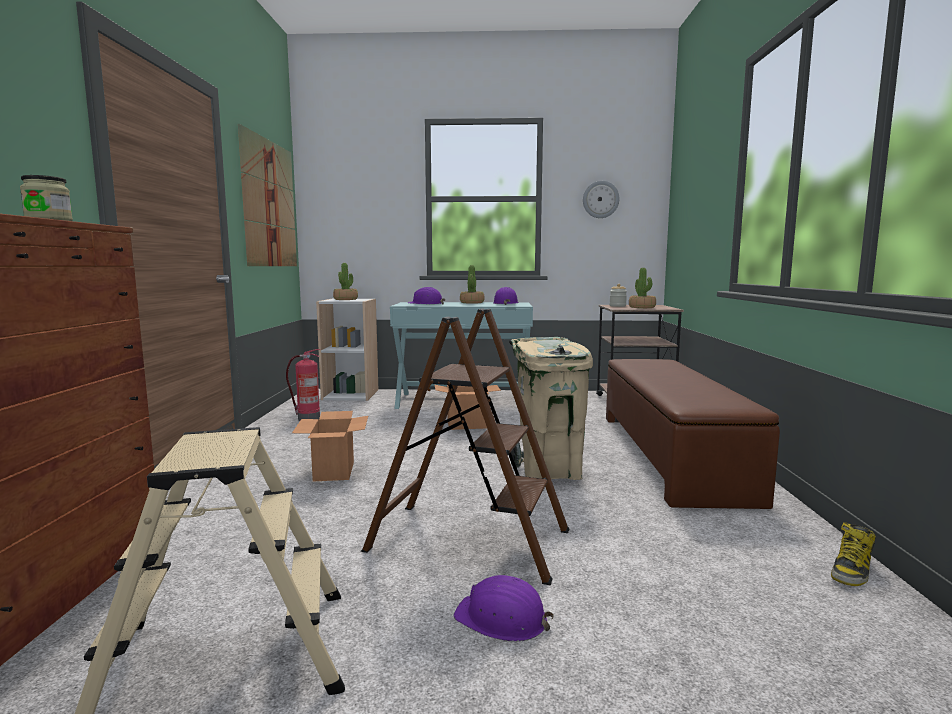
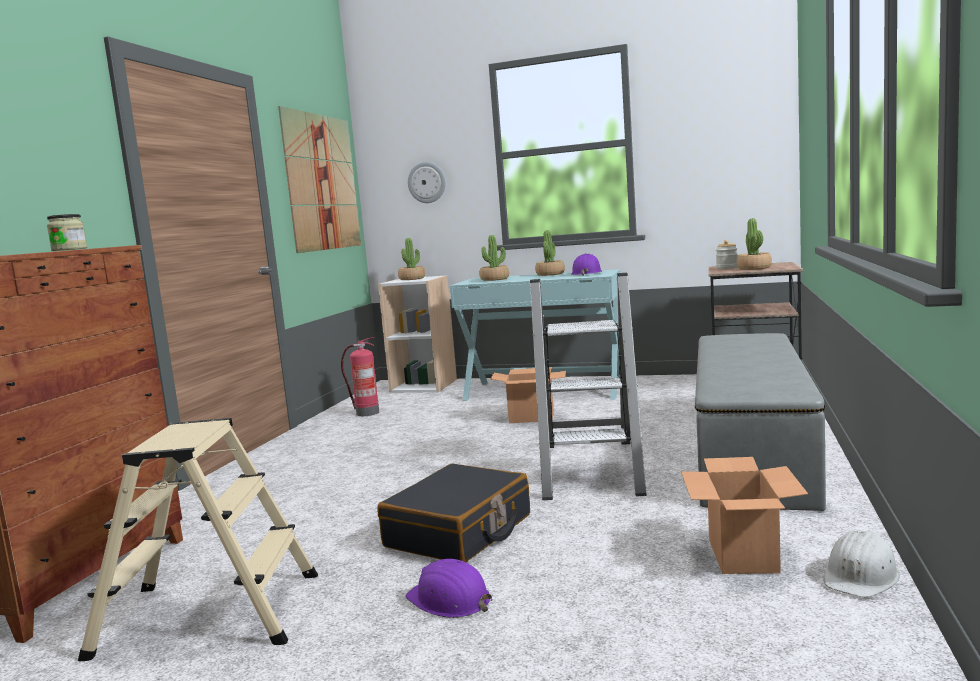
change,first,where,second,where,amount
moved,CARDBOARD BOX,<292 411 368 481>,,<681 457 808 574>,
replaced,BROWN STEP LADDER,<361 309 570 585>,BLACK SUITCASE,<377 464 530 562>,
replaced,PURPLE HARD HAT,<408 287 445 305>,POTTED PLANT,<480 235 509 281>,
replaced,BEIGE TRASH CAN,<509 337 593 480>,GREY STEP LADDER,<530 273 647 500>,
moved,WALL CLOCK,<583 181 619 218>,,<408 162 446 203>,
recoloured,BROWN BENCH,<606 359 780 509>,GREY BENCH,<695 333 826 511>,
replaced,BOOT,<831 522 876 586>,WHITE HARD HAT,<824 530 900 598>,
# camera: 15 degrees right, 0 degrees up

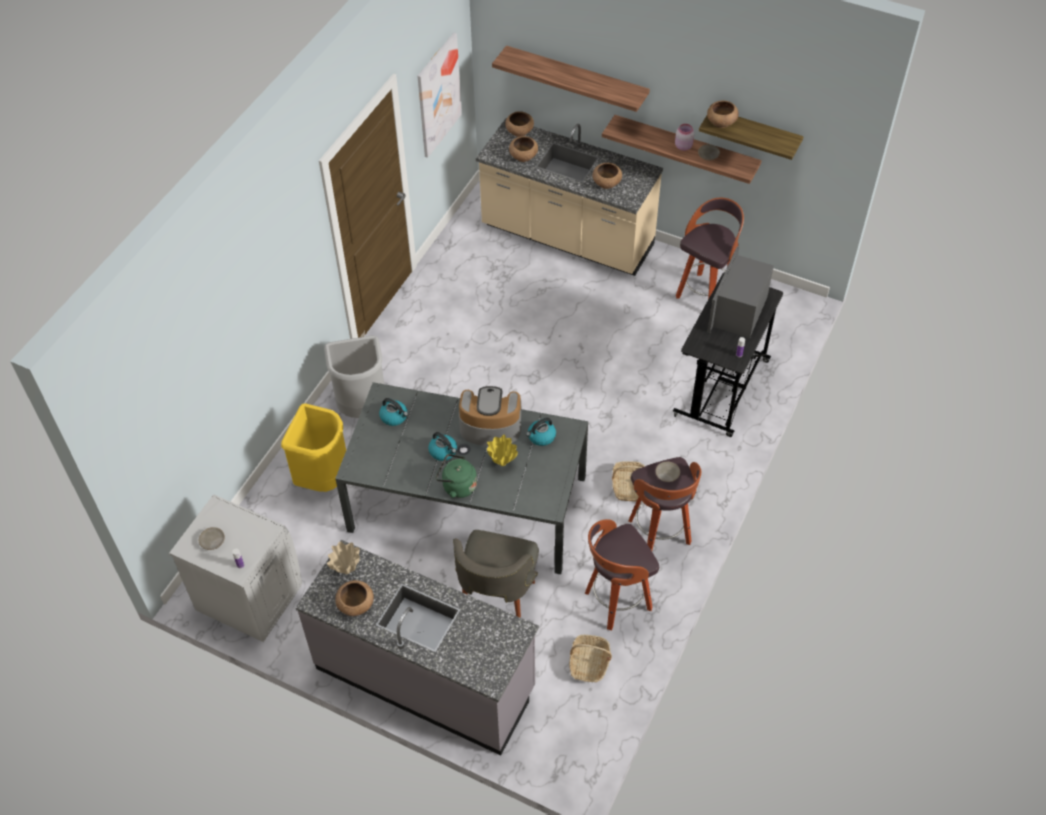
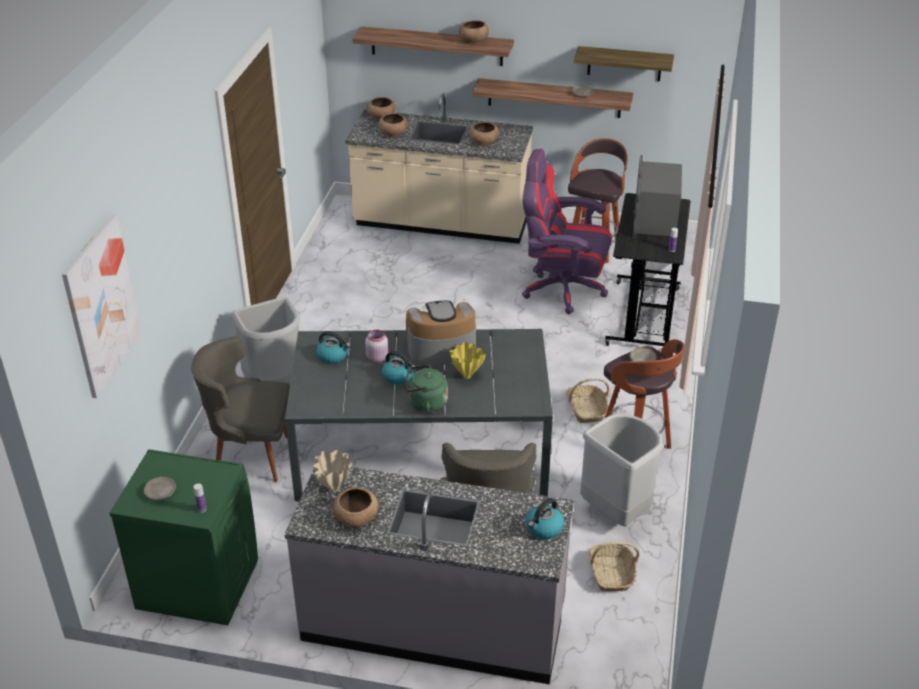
change,first,where,second,where,amount
recoloured,WHITE WASHING MACHINE,<169 494 302 642>,GREEN WASHING MACHINE,<109 449 258 625>,
replaced,YELLOW TRASH CAN,<281 403 346 492>,GREY CHAIR,<191 336 290 482>,
moved,PICTURE,<417 33 462 158>,,<62 215 142 398>,
moved,KETTLE,<526 418 556 446>,,<526 498 564 539>,
replaced,STOOL,<585 519 659 630>,GREY TRASH CAN,<580 414 663 527>,
moved,PINK JAR,<675 124 694 151>,,<365 330 388 363>,
moved,BROWN BOWL,<707 100 739 128>,,<459 20 489 45>,
added,,,PURPLE OFFICE CHAIR,<522 149 612 314>,
# camera: 15 degrees left, 15 degrees down

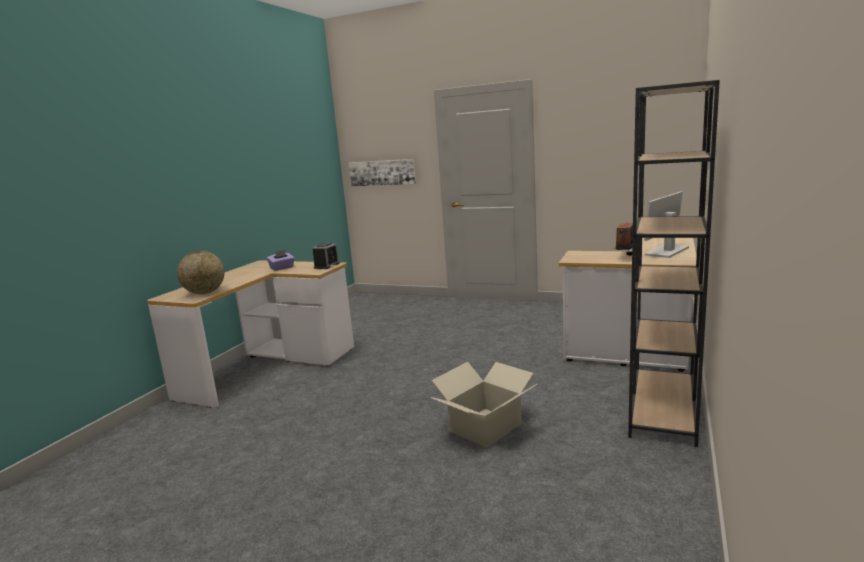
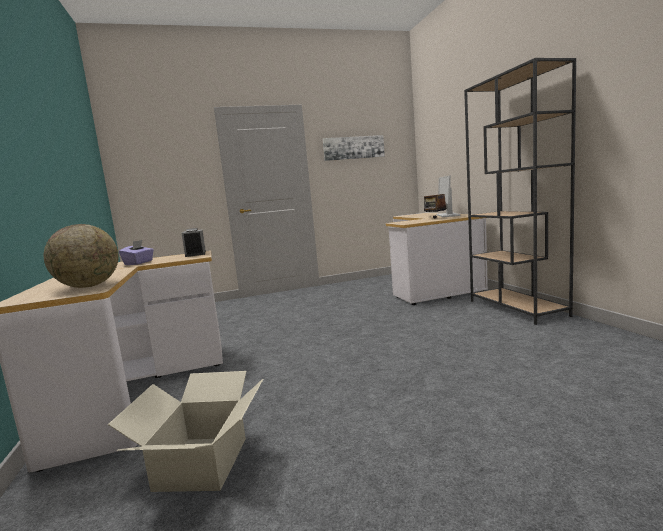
change,first,where,second,where,amount
moved,PICTURE,<349 159 416 186>,,<323 135 385 161>,
moved,CARDBOARD BOX,<430 362 537 448>,,<108 371 263 492>,
# camera: 40 degrees left, 5 degrees down

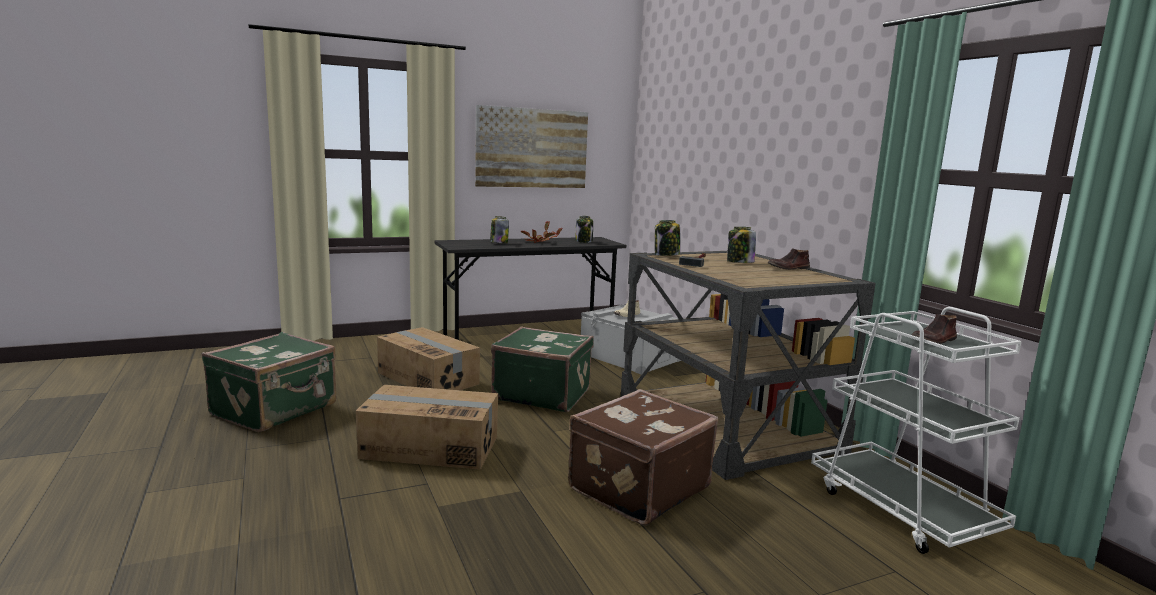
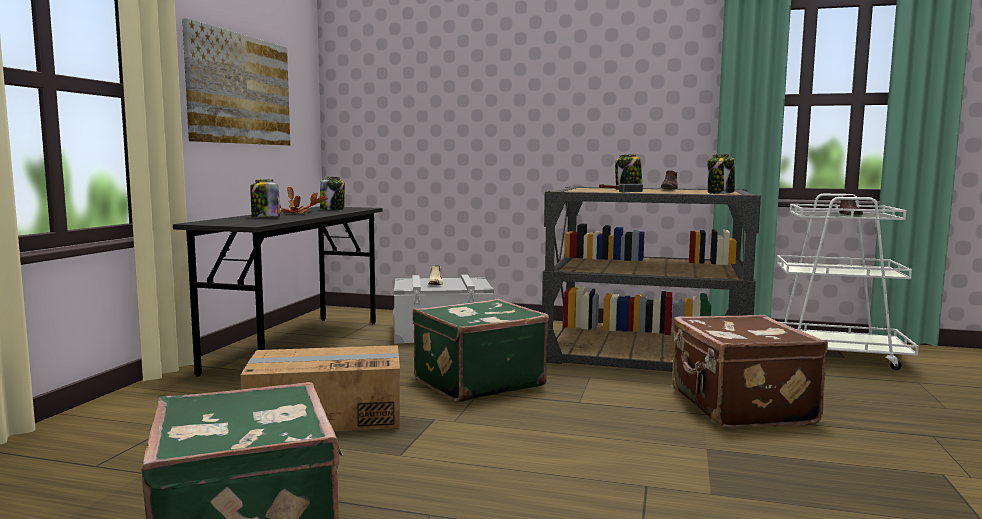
change,first,where,second,where,amount
removed,CARDBOARD BOX,<356 385 498 470>,,,
moved,JAR,<655 220 681 256>,,<707 154 735 194>,
# camera: 50 degrees left, 5 degrees down

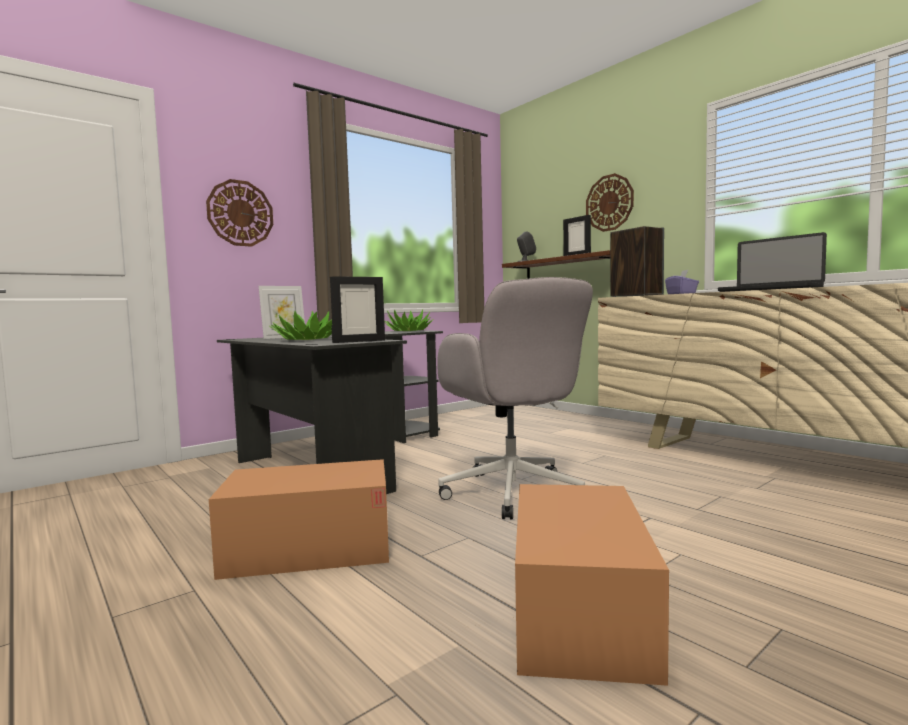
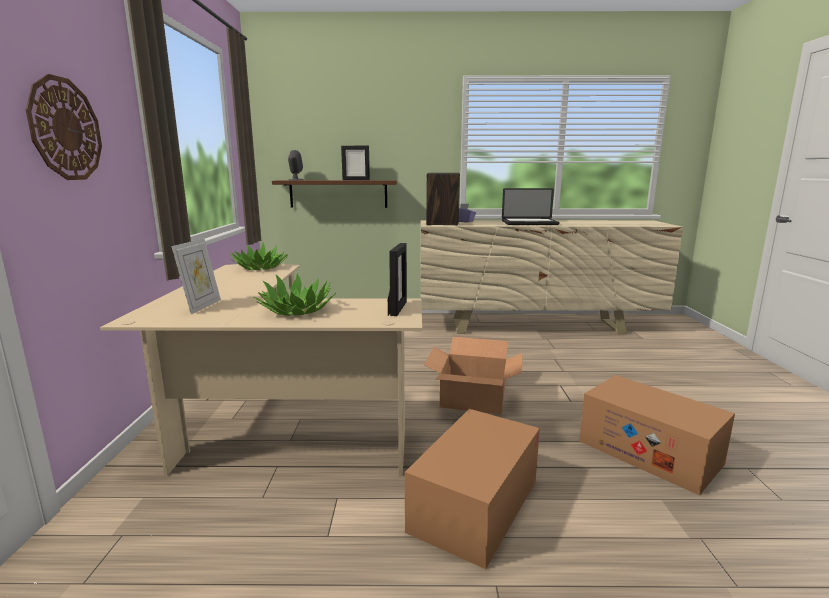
change,first,where,second,where,amount
recoloured,BLACK DESK,<217 330 443 494>,BEIGE DESK,<100 264 422 476>,
replaced,GREY OFFICE CHAIR,<437 277 593 520>,CARDBOARD BOX,<424 337 523 414>,
removed,WALL CLOCK,<586 173 634 232>,,,
# camera: 50 degrees left, 10 degrees up

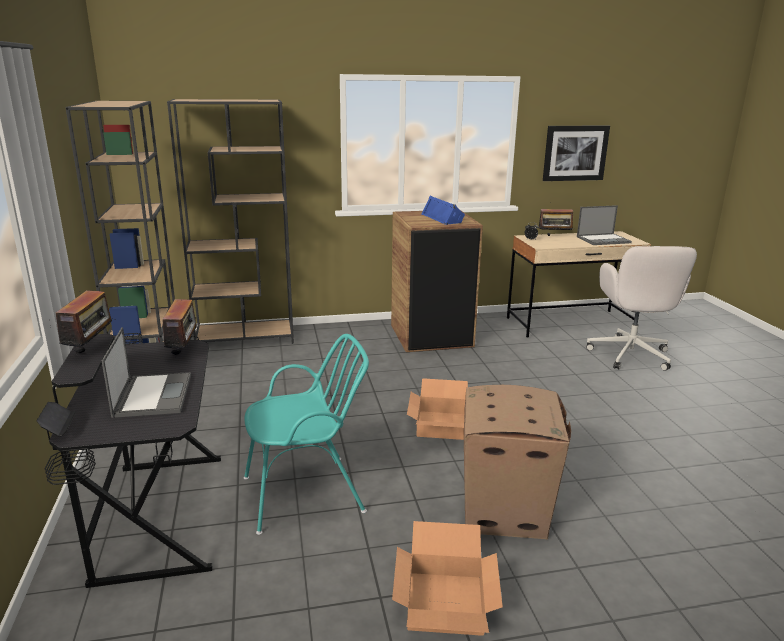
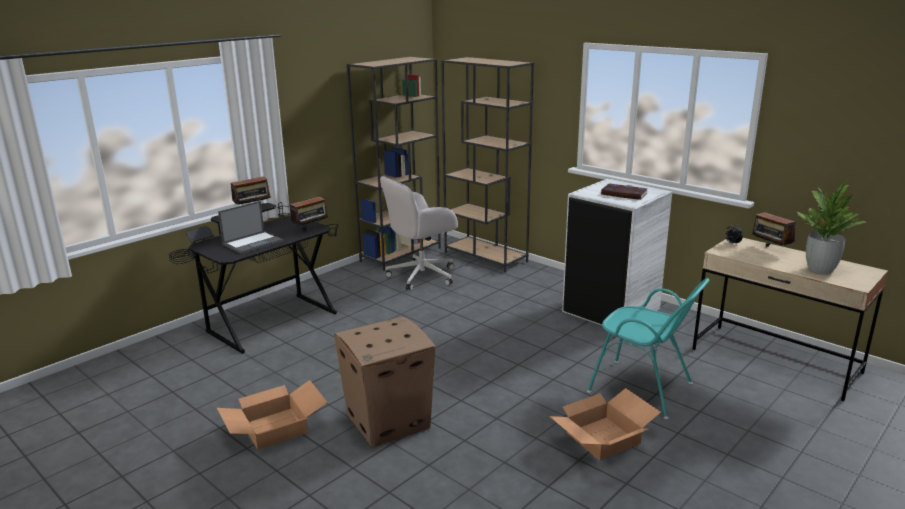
change,first,where,second,where,amount
moved,TURQUOISE CHAIR,<244 334 369 535>,,<587 278 710 419>,
recoloured,BROWN CABINET,<391 211 483 352>,WHITE CABINET,<562 179 672 326>,
moved,CARDBOARD BOX,<407 378 468 440>,,<549 388 661 460>,
replaced,BLUE SPEAKER,<421 195 465 225>,BOOK,<601 183 648 200>,
removed,PICTURE,<543 126 610 181>,,,
replaced,LAPTOP,<577 205 632 245>,POTTED PLANT,<797 180 866 274>,
moved,WHITE OFFICE CHAIR,<586 246 697 371>,,<380 176 458 290>,
# camera: 55 degrees right, 0 degrees up

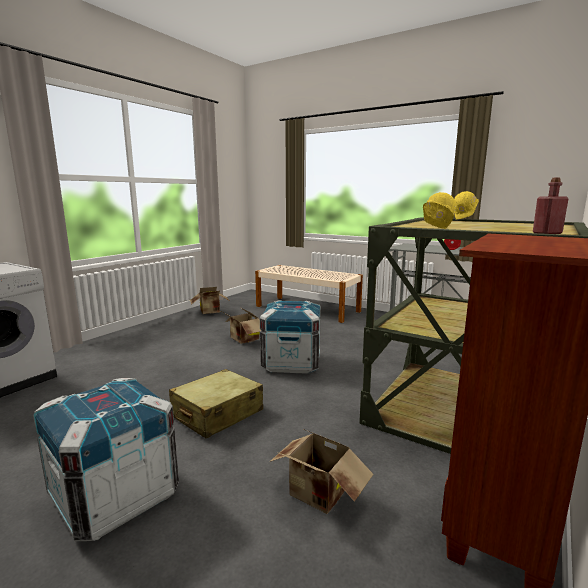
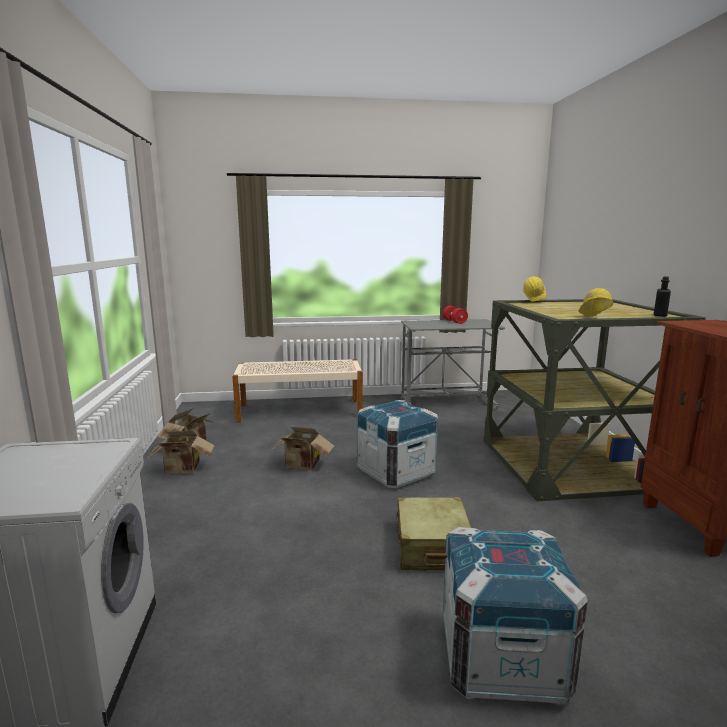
change,first,where,second,where,amount
moved,CARDBOARD BOX,<270 430 374 514>,,<147 431 215 475>,
recoloured,RED BOTTLE,<533 178 569 234>,BLACK BOTTLE,<654 276 671 317>,
# camera: 40 degrees left, 0 degrees up

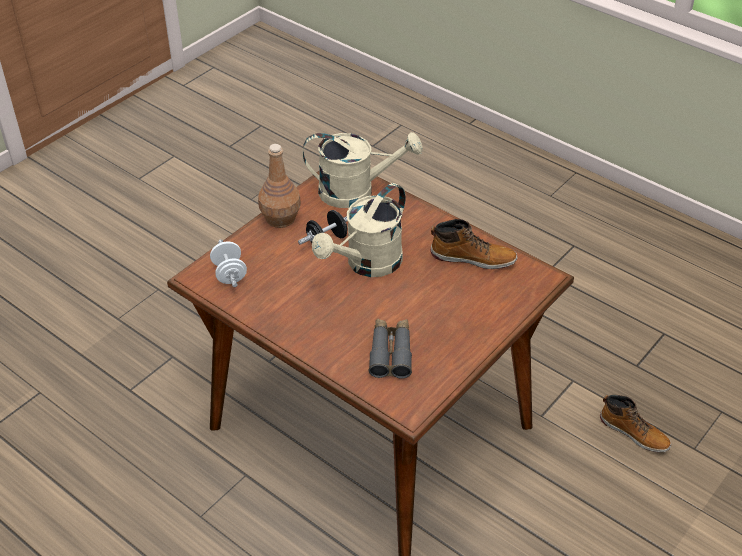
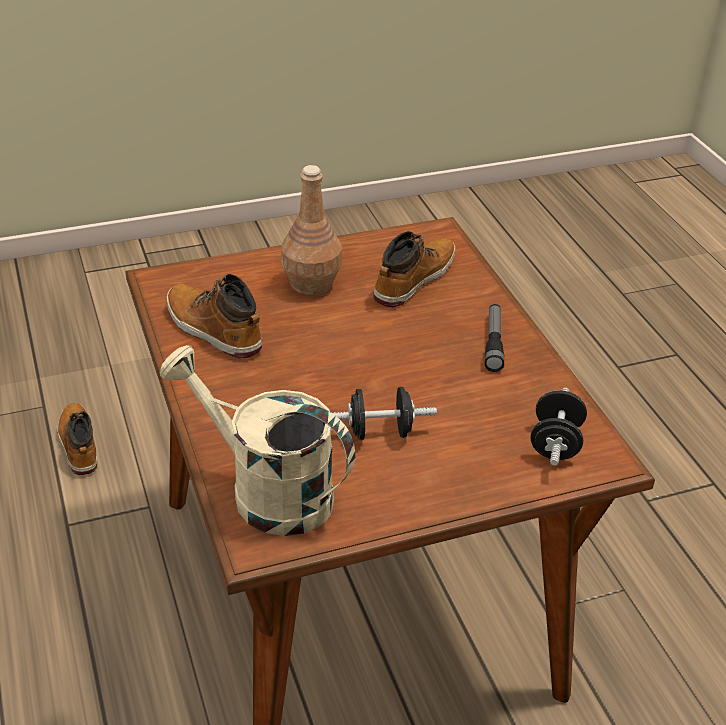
change,first,where,second,where,amount
recoloured,WHITE DUMBBELL,<210 239 247 287>,BLACK DUMBBELL,<531 388 587 466>,
moved,BROWN BOTTLE,<258 144 301 228>,,<281 165 342 295>,
removed,BEIGE WATERING CAN,<312 183 406 277>,,,
replaced,GREY BINOCULARS,<369 318 412 379>,BOOT,<373 231 455 307>,
added,,,FLASHLIGHT,<485 304 504 372>,
# camera: 150 degrees left, 5 degrees down

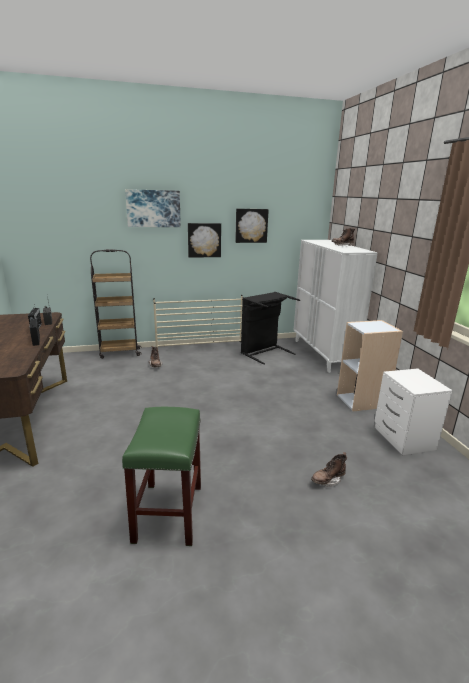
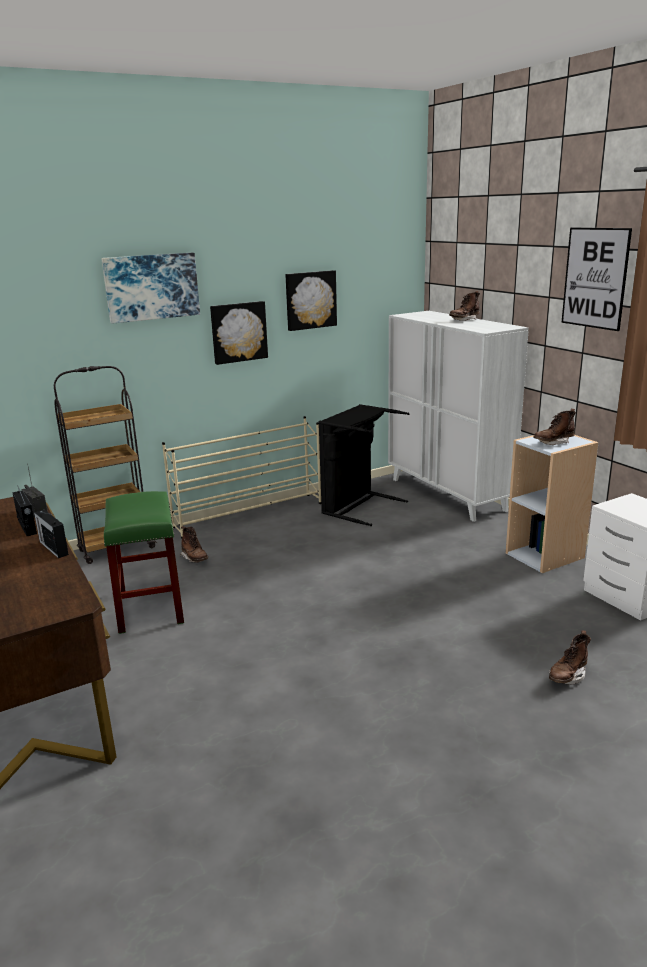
change,first,where,second,where,amount
moved,GREEN STOOL,<122 407 201 546>,,<104 491 184 634>,
added,,,BROWN BOOT,<533 409 576 445>,
added,,,PICTURE,<561 228 632 331>,
# camera: 15 degrees left, 0 degrees up

